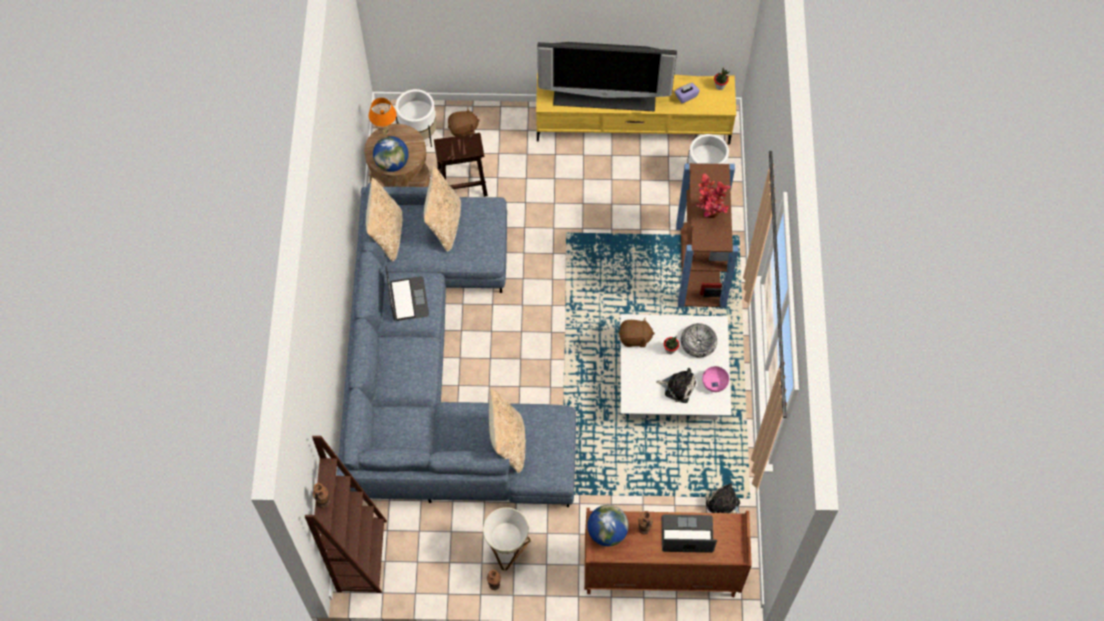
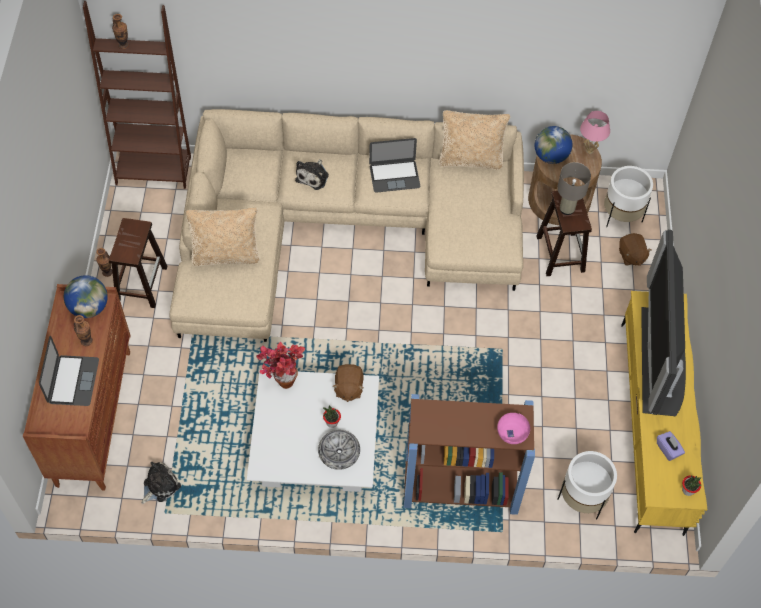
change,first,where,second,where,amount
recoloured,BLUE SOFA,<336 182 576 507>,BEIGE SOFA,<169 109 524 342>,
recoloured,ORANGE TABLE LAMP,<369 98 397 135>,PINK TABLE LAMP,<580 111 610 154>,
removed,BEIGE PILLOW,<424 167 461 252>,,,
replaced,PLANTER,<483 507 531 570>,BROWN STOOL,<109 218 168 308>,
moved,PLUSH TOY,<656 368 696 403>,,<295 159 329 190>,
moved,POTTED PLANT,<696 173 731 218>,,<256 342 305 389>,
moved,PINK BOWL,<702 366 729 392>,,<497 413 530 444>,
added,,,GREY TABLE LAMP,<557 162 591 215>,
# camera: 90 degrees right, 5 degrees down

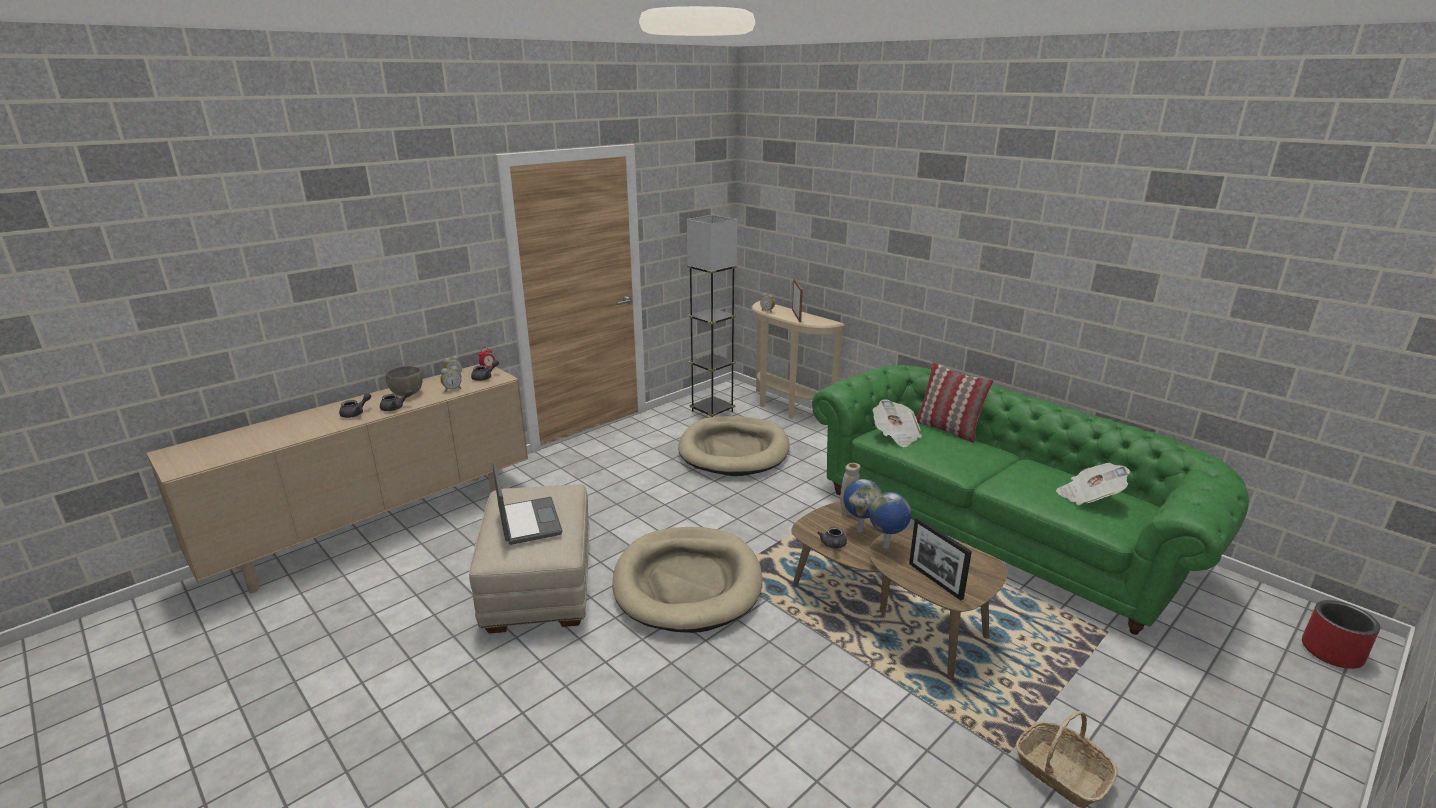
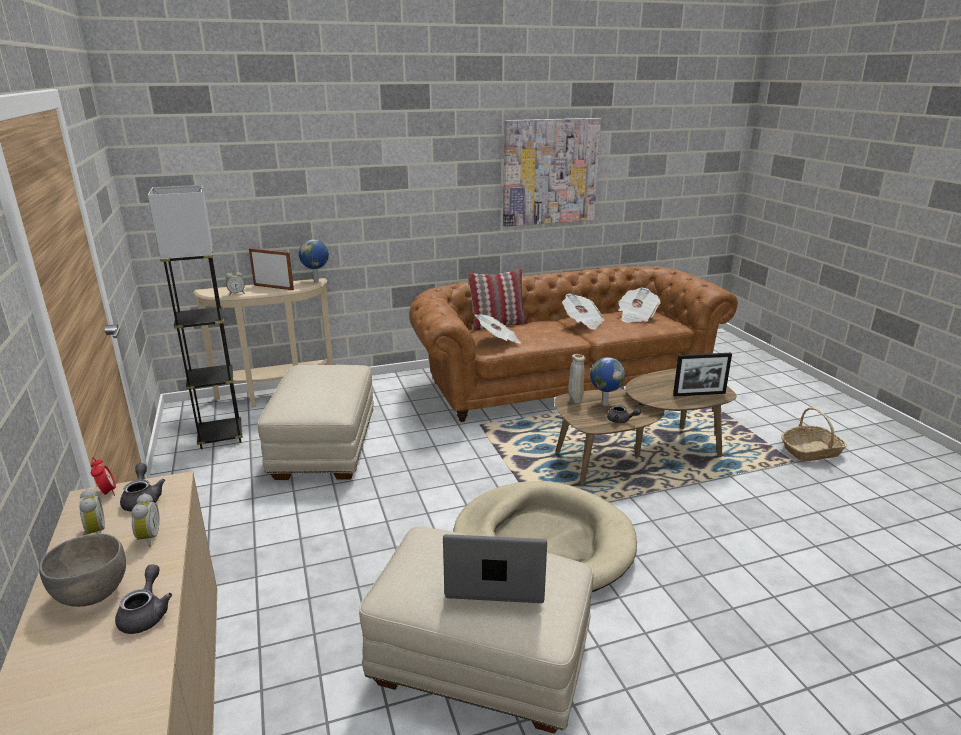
change,first,where,second,where,amount
removed,GREY TEAPOT,<339 393 371 418>,,,
replaced,BEIGE DOG BED,<678 416 789 476>,BEIGE OTTOMAN,<258 365 374 480>,
recoloured,GREEN SOFA,<812 365 1249 635>,BROWN SOFA,<409 266 738 422>,
moved,GLOBE,<869 492 911 549>,,<299 239 329 282>,
removed,RED PLANTER,<1302 600 1380 669>,,,
added,,,PICTURE,<503 118 601 226>,
added,,,NEWSPAPER,<562 294 604 330>,
# camera: 65 degrees left, 0 degrees up

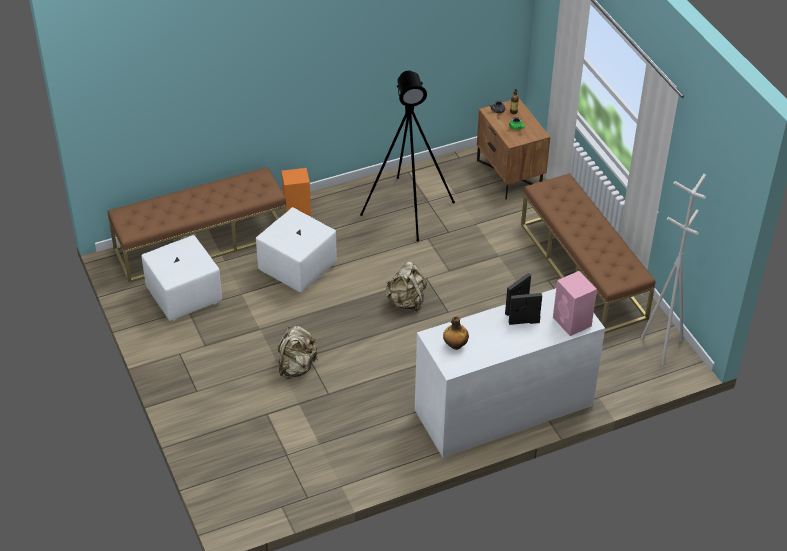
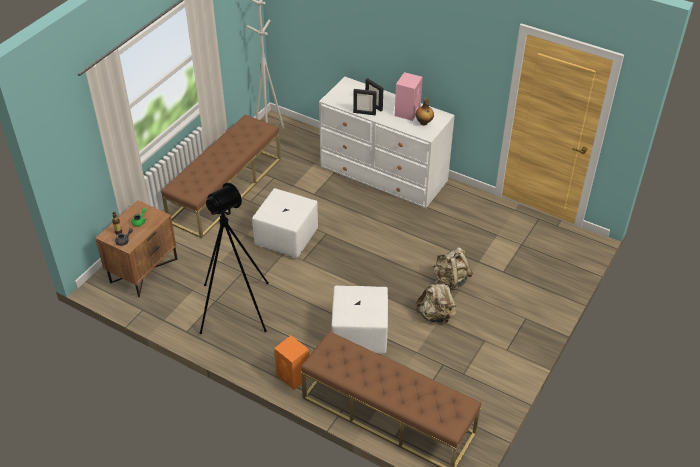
change,first,where,second,where,amount
moved,WHITE OTTOMAN,<141 235 222 321>,,<252 188 318 258>,
moved,BEIGE BACKPACK,<385 262 427 312>,,<416 279 457 323>,
moved,PINK SPEAKER,<553 271 597 336>,,<395 72 423 121>,
# camera: 125 degrees left, 0 degrees up

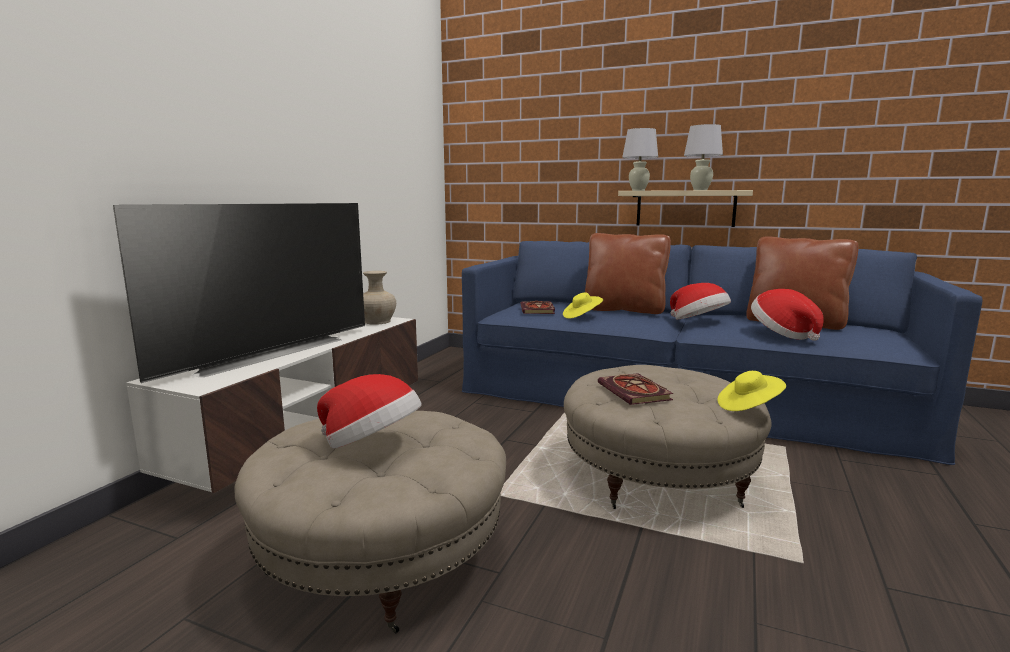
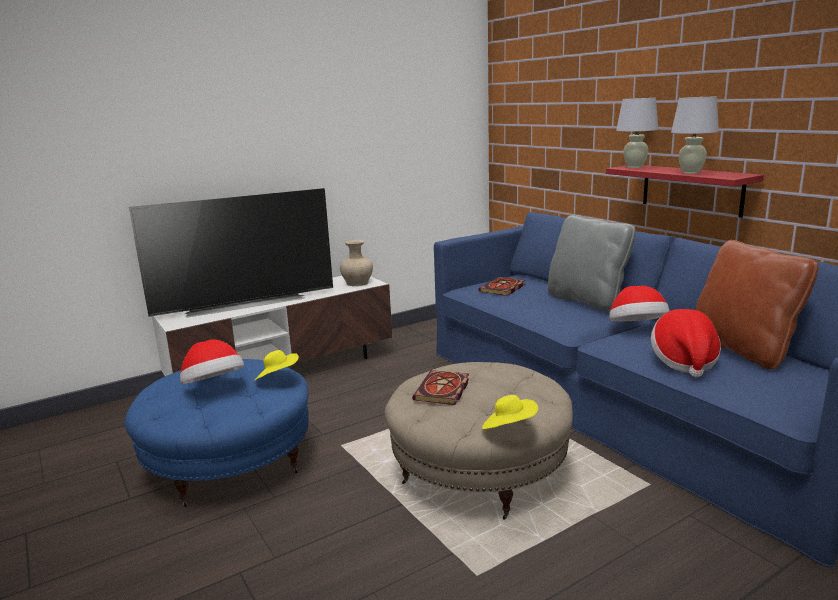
change,first,where,second,where,amount
recoloured,BEIGE OTTOMAN,<234 411 506 633>,BLUE OTTOMAN,<125 359 309 507>,
moved,YELLOW HAT,<563 293 603 319>,,<254 350 299 381>,
recoloured,BROWN PILLOW,<585 233 671 314>,GREY PILLOW,<548 215 636 312>,
recoloured,BEIGE SHELF,<618 190 753 227>,RED SHELF,<606 165 764 218>,
# camera: 35 degrees right, 5 degrees up

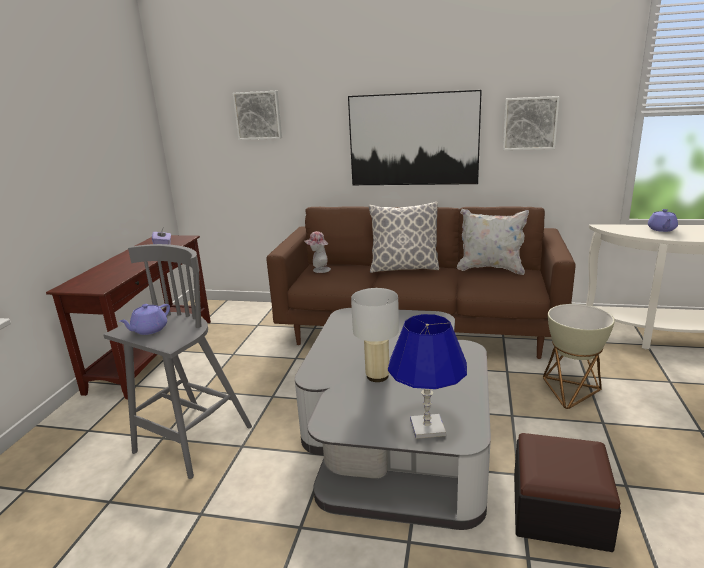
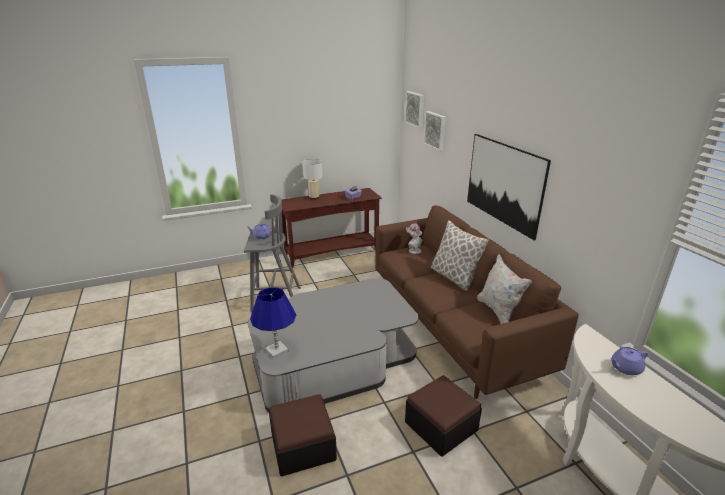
change,first,where,second,where,amount
moved,WHITE TABLE LAMP,<351 288 399 382>,,<303 159 323 200>,
moved,PICTURE,<503 96 559 150>,,<405 91 424 128>,
replaced,PLANTER,<543 304 615 409>,OTTOMAN,<405 375 482 457>,
# camera: 55 degrees right, 5 degrees up

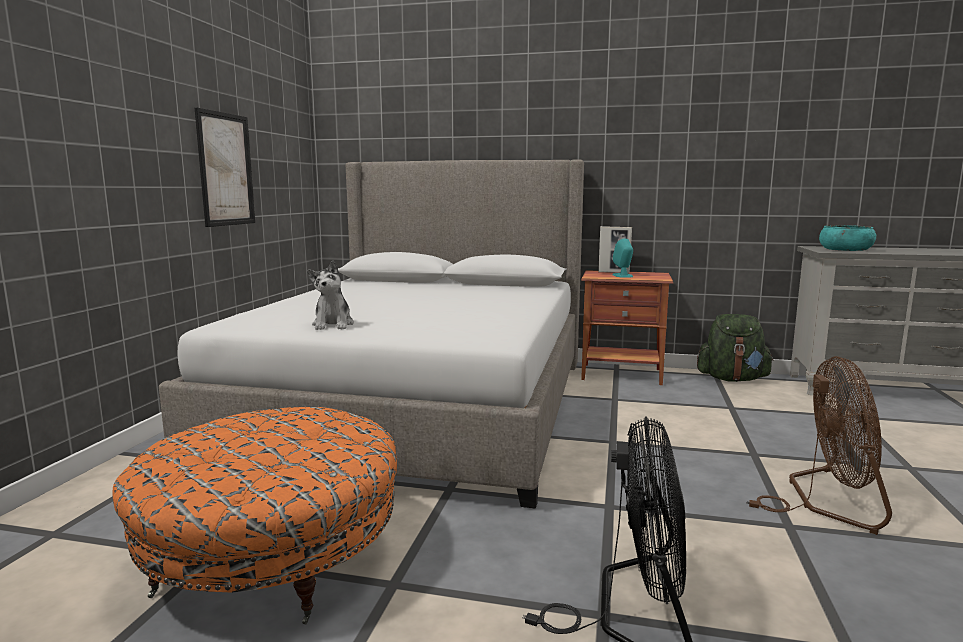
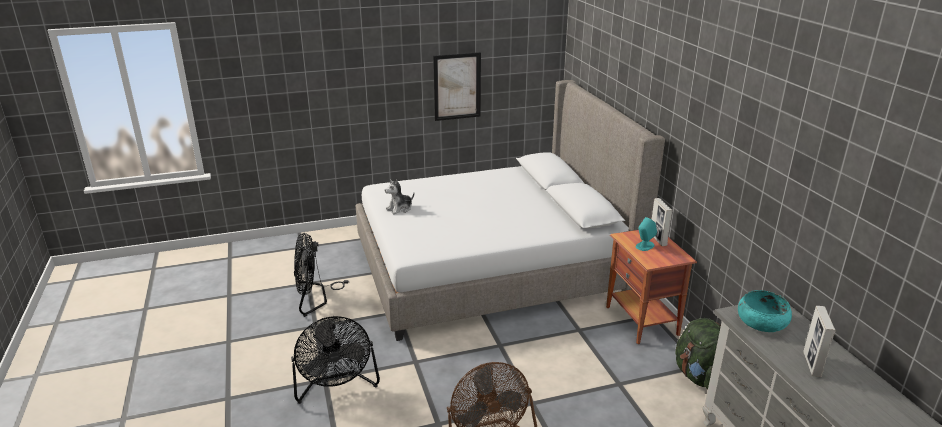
change,first,where,second,where,amount
replaced,ORANGE OTTOMAN,<113 407 397 624>,BLACK FAN,<294 233 350 317>,
added,,,PICTURE FRAME,<803 306 836 377>,
# camera: 60 degrees right, 15 degrees up

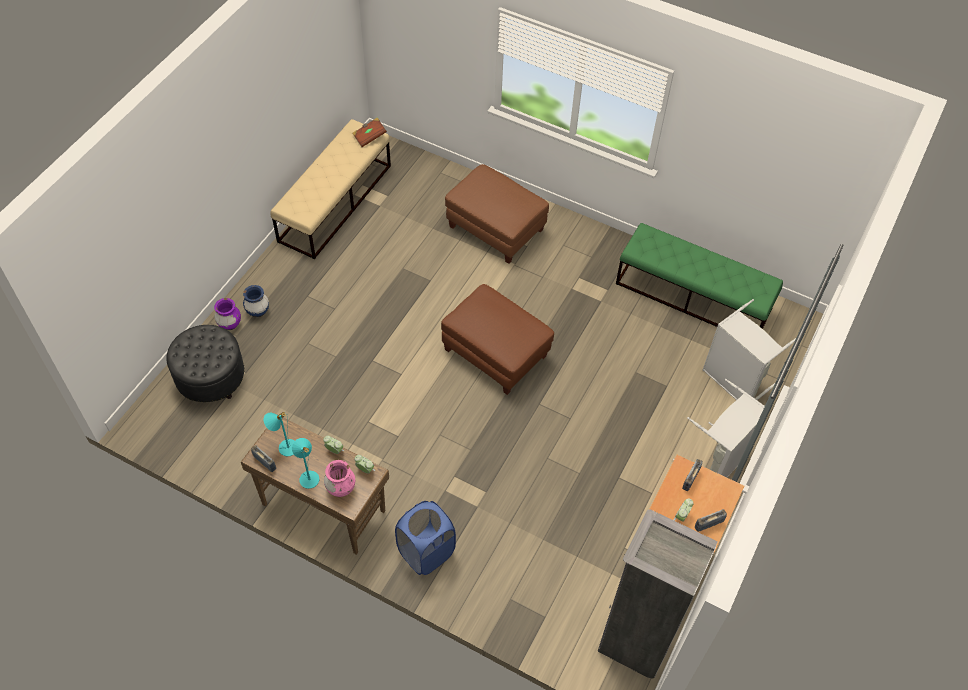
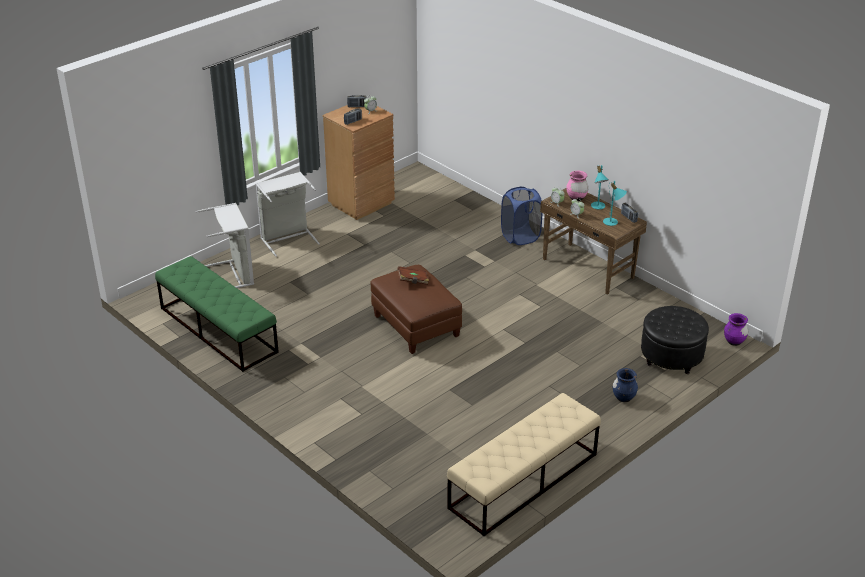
change,first,where,second,where,amount
moved,PURPLE VASE,<214 298 241 330>,,<724 313 748 346>,
moved,BROWN BOOK,<352 117 387 147>,,<397 266 429 285>,
removed,BROWN OTTOMAN,<445 164 549 264>,,,
removed,GREY CABINET,<598 509 718 679>,,,
# camera: 160 degrees left, 20 degrees down

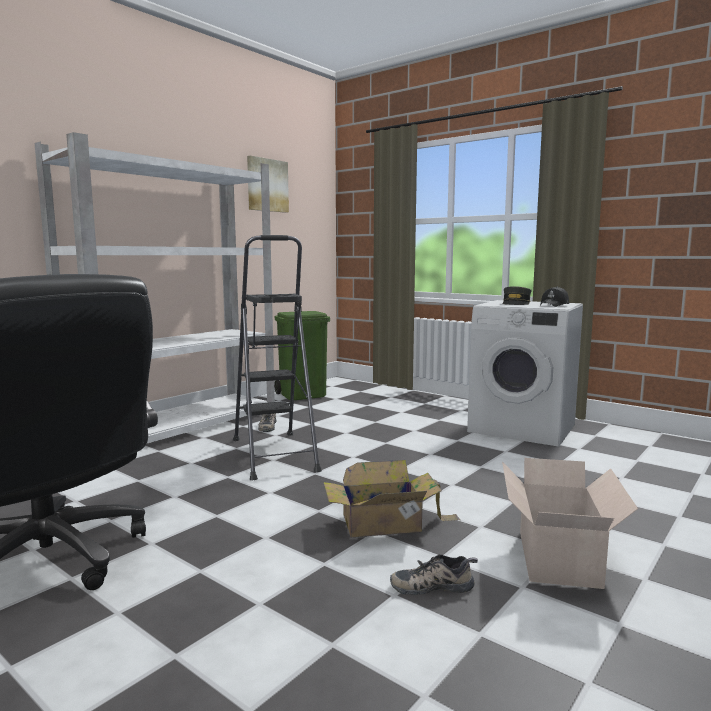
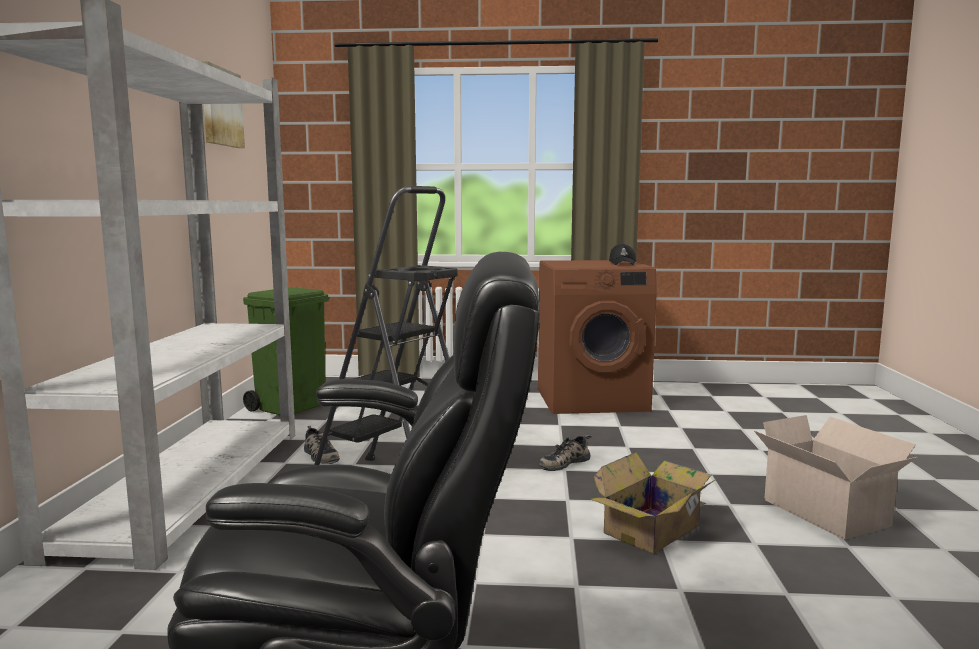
change,first,where,second,where,amount
moved,SHOE,<390 555 478 595>,,<539 435 591 471>,
recoloured,WHITE WASHING MACHINE,<467 300 583 446>,BROWN WASHING MACHINE,<538 260 657 414>,
removed,GREY CAP,<502 286 532 305>,,,
# camera: 35 degrees left, 0 degrees up

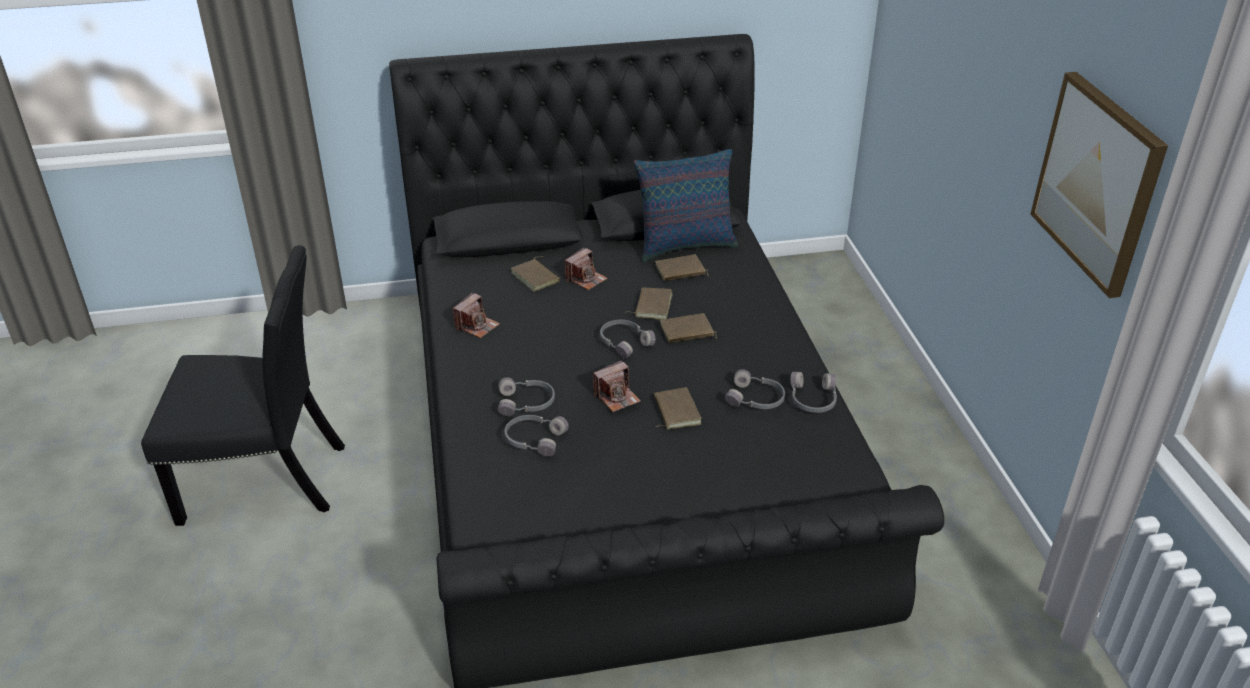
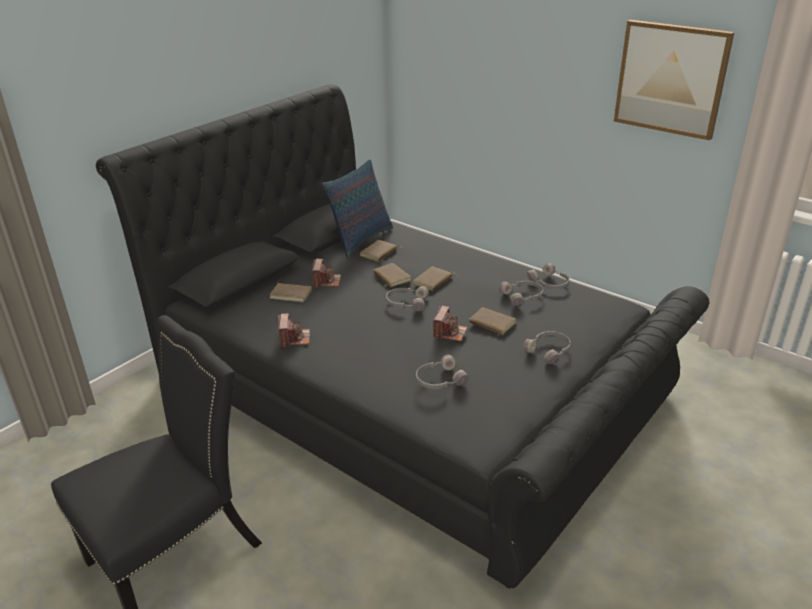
change,first,where,second,where,amount
moved,GREY HEADPHONES,<498 377 555 416>,,<523 331 571 364>,
# camera: 40 degrees left, 5 degrees down

